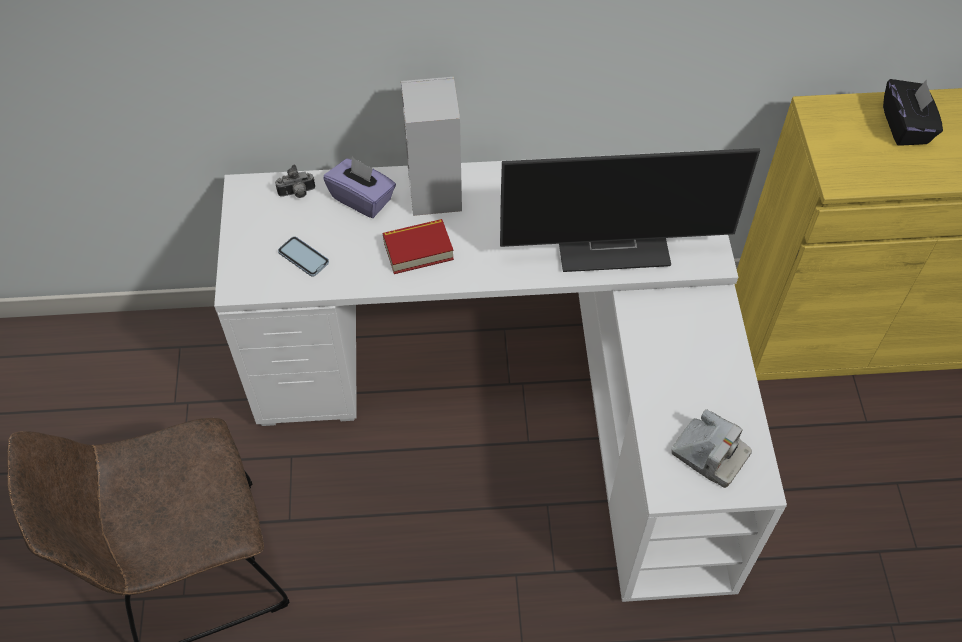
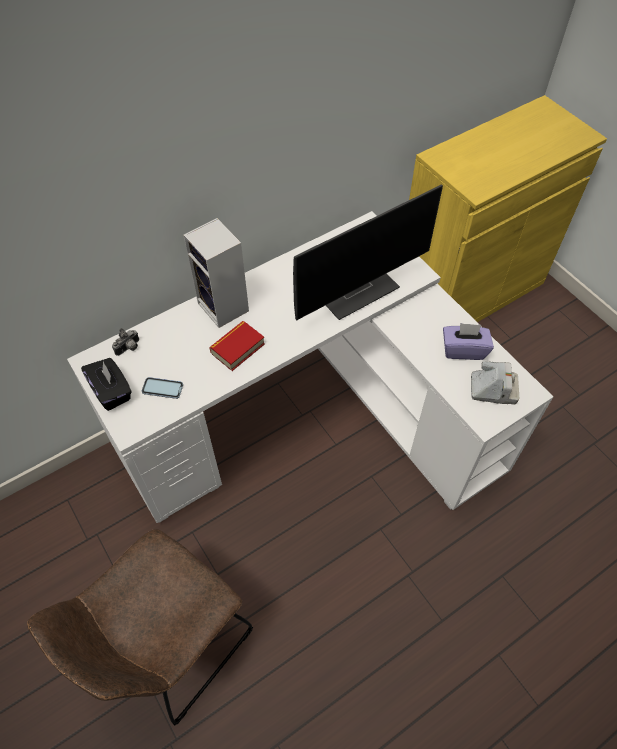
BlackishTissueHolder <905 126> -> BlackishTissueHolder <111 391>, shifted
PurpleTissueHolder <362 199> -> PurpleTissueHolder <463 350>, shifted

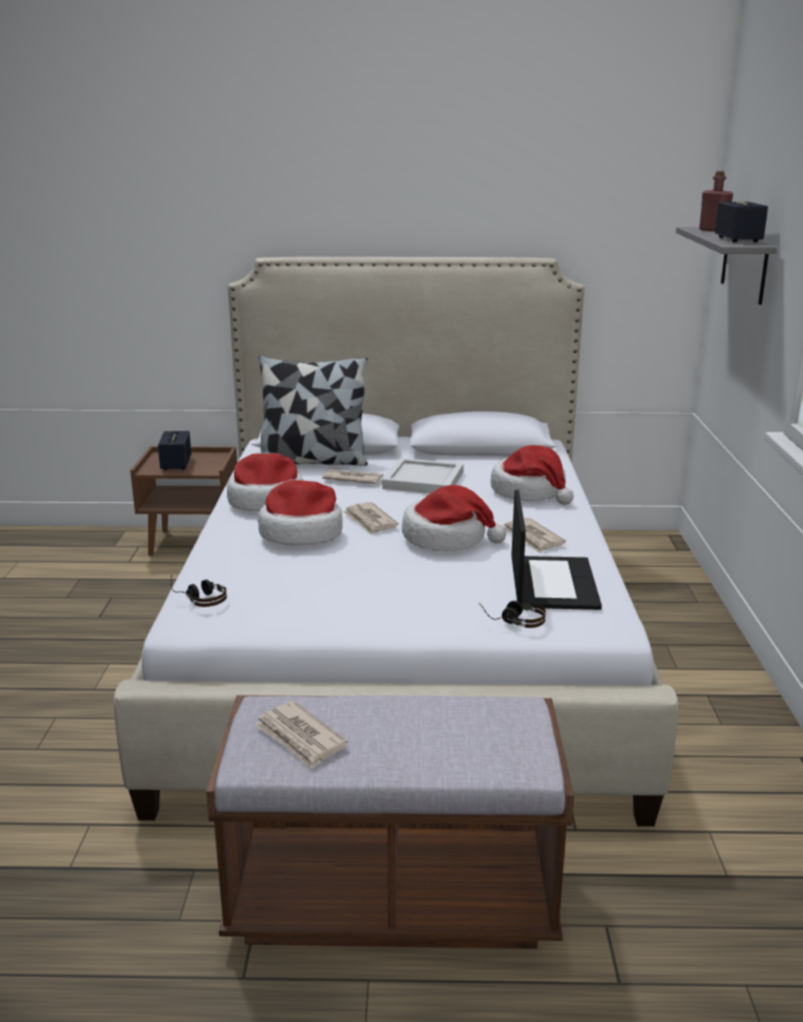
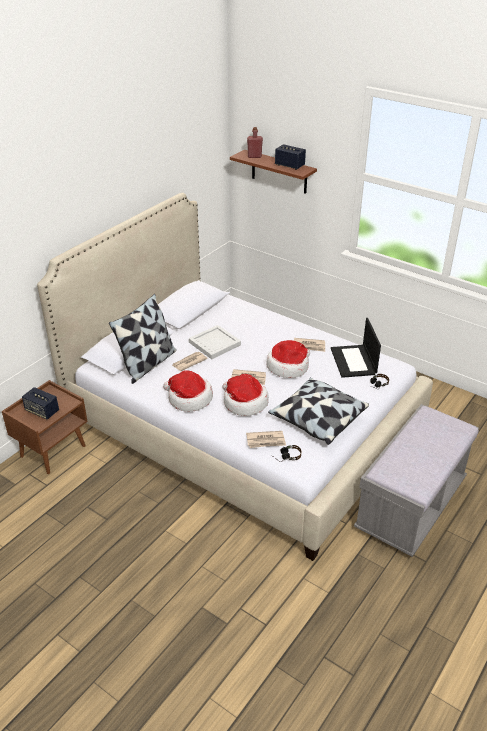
GreyShelf <744 265> -> BrownShelf <279 172>
WearableHat <530 491> -> none
PortableComputer <552 582> -> PortableComputer <354 361>, 135 degrees counterclockwise
BrownLongSeat <392 896> -> GreyLongSeat <410 506>
PrintedPaper <300 738> -> PrintedPaper <266 441>, shifted
none -> ThrowPillow <317 419>

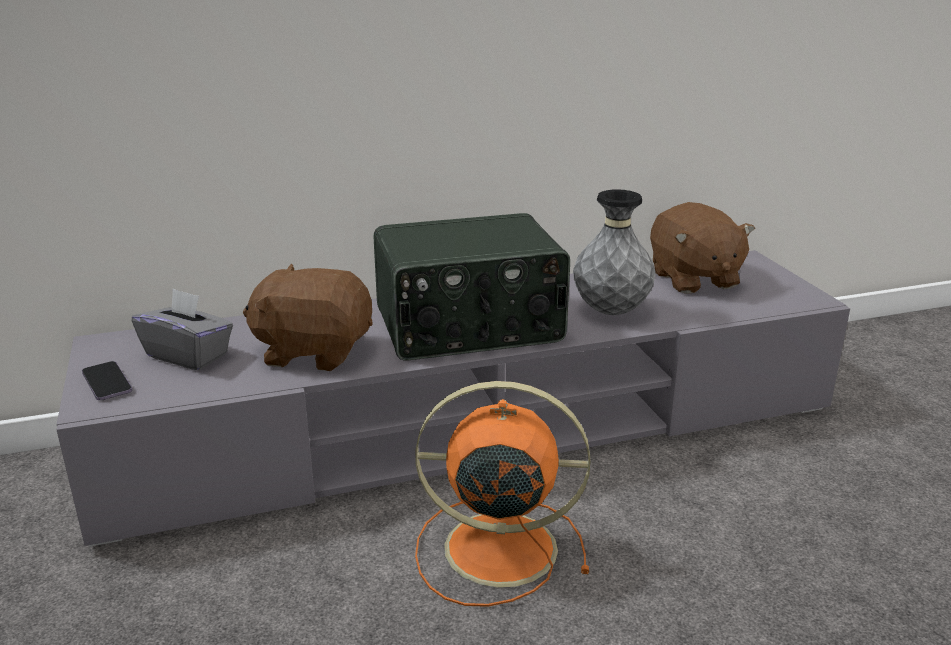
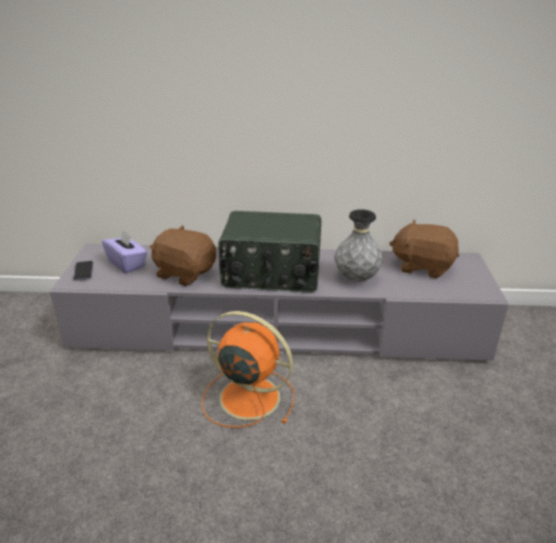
BrownPlushToy <693 279> -> BrownPlushToy <422 266>, 105 degrees clockwise
GreyTissueHolder <188 355> -> PurpleTissueHolder <127 264>

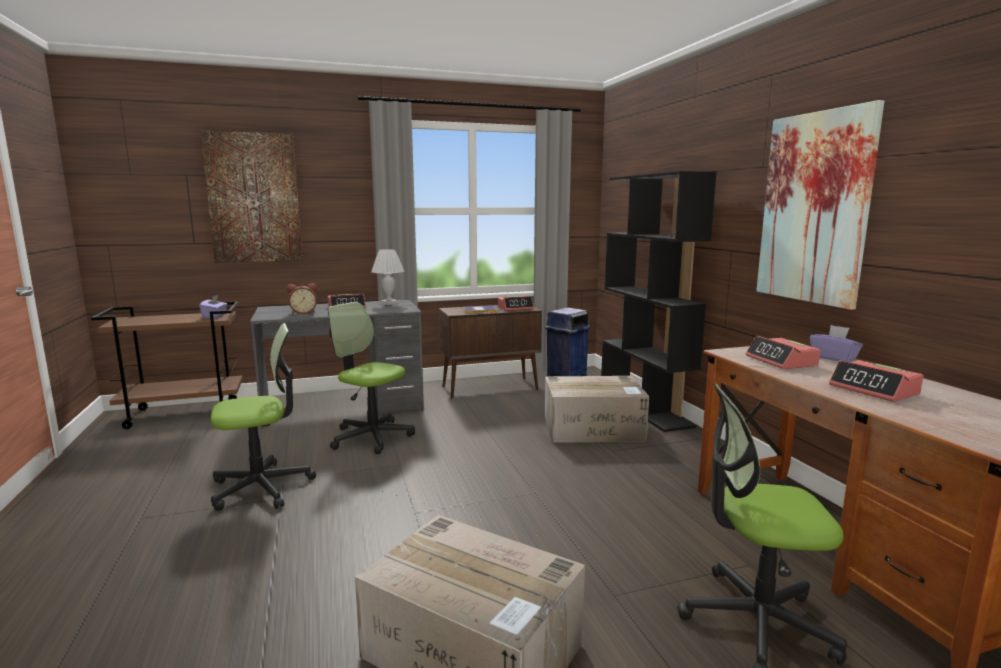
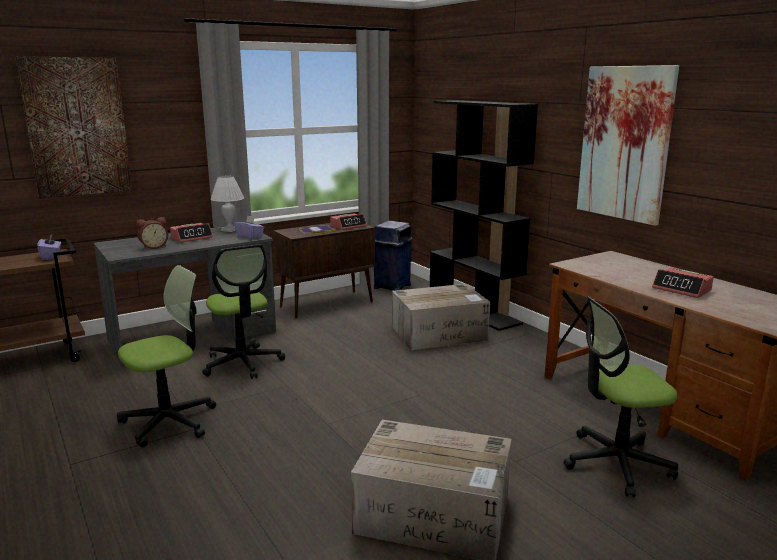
ComputerChair <371 437> -> ComputerChair <242 363>, 135 degrees counterclockwise
PurpleTissueHolder <833 358> -> PurpleTissueHolder <250 236>, shifted
BedsideClock <781 361> -> none

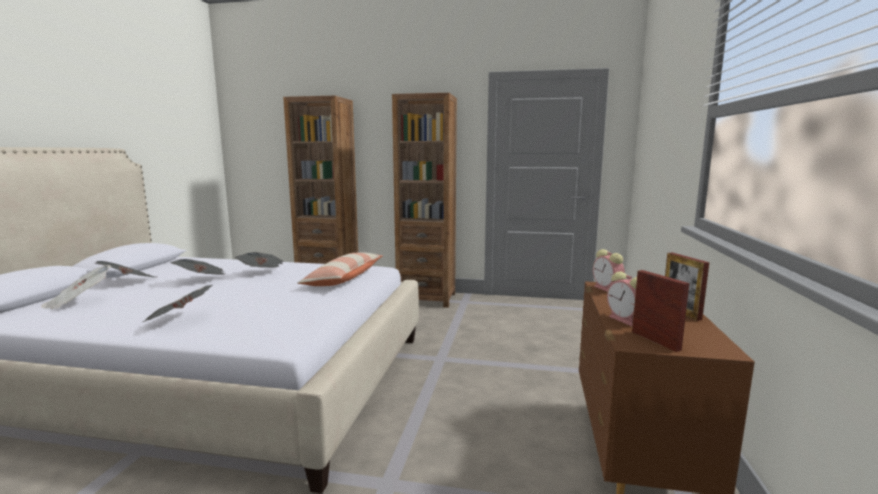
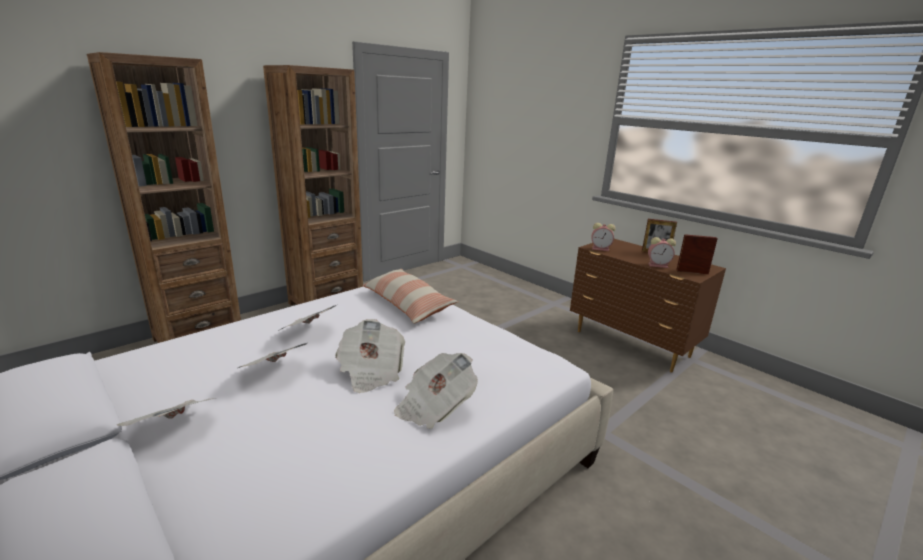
PrintedPaper <79 302> -> PrintedPaper <371 372>, shifted

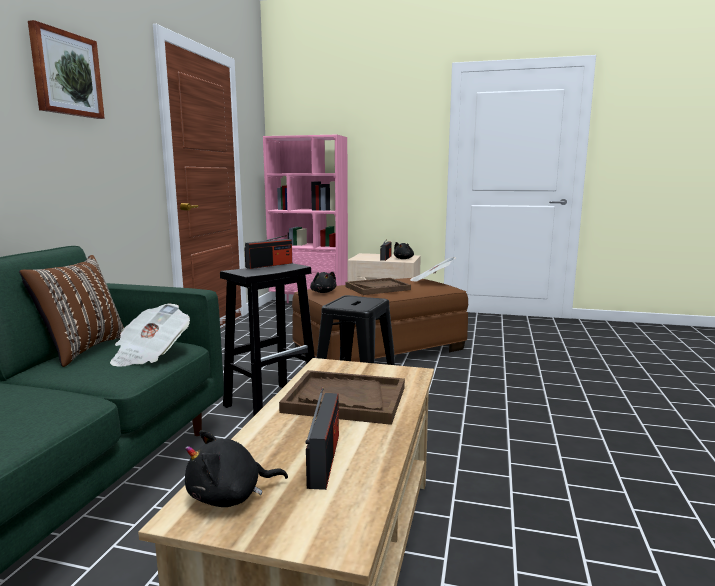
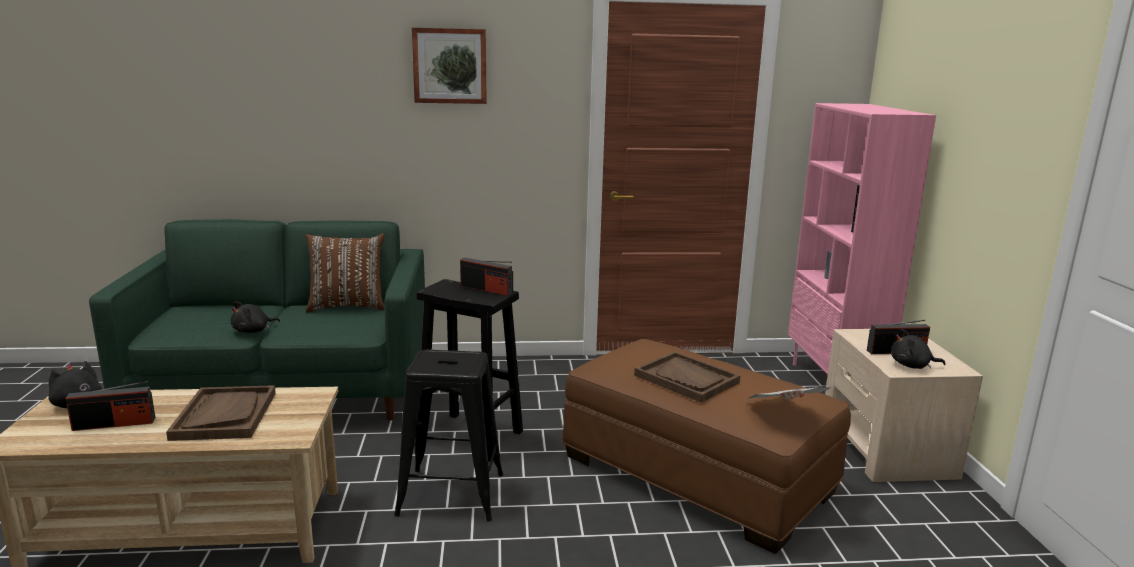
BlackishPlushToy <323 292> -> BlackishPlushToy <253 331>, shifted
PrintedPaper <150 355> -> none

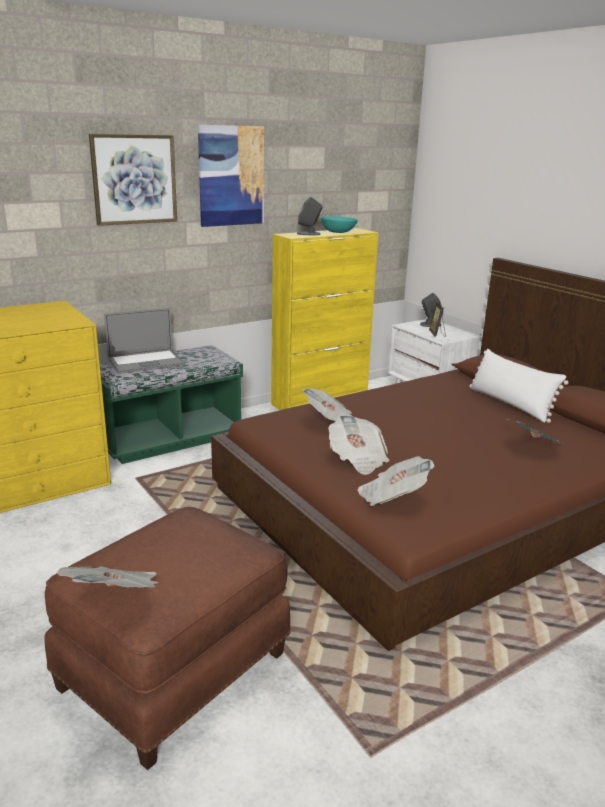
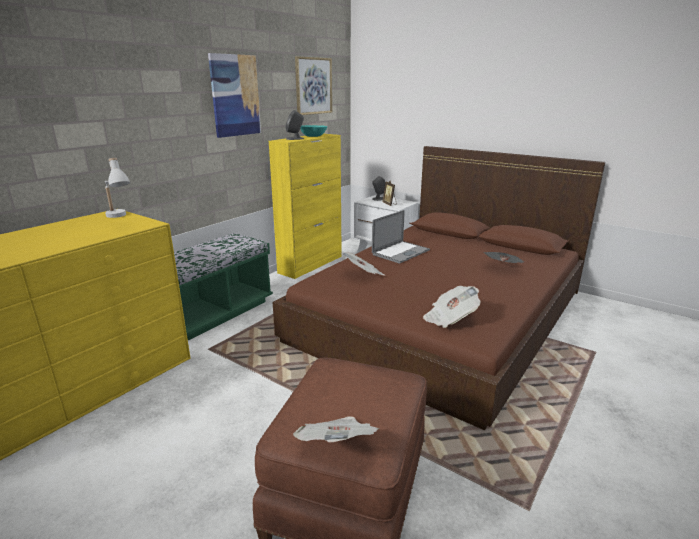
Picture <134 179> -> Picture <313 86>, shifted
PortableComputer <146 362> -> PortableComputer <400 252>, shifted
WhiteColouredThrowPillow <510 404> -> none
PrintedPaper <357 459> -> none
none -> WhiteColouredTableLamp <119 218>

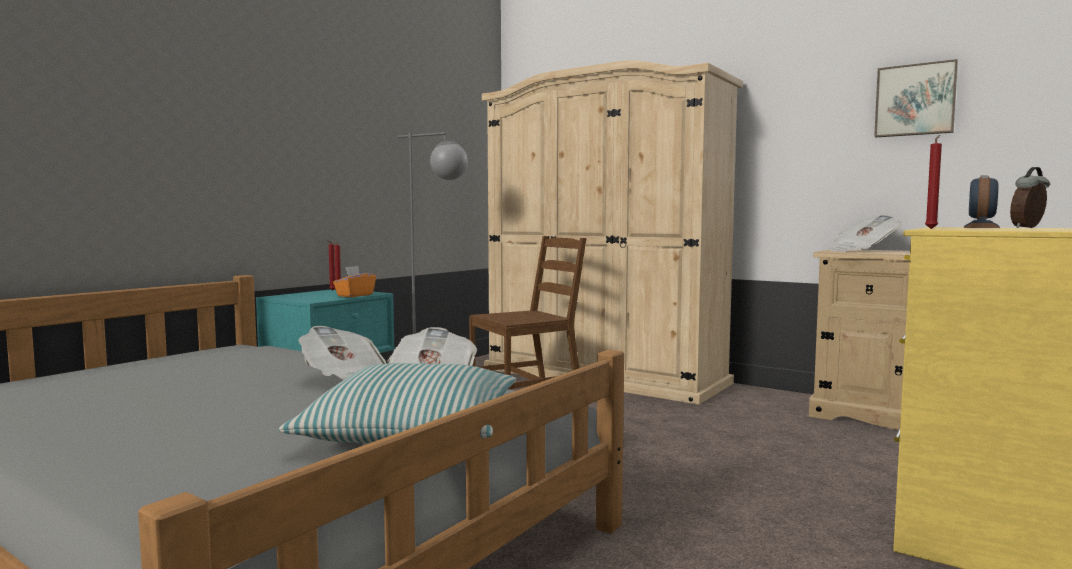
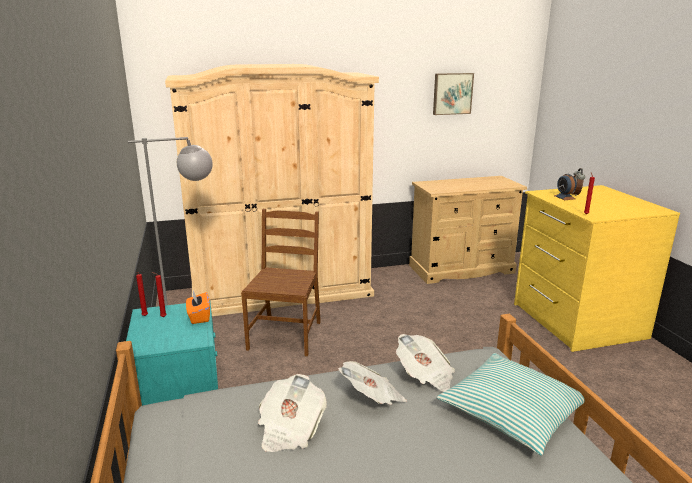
PrintedPaper <862 251> -> PrintedPaper <290 429>, shifted

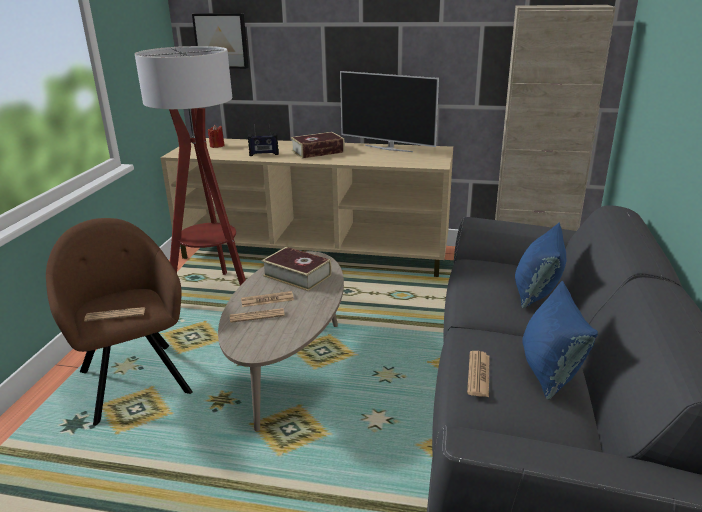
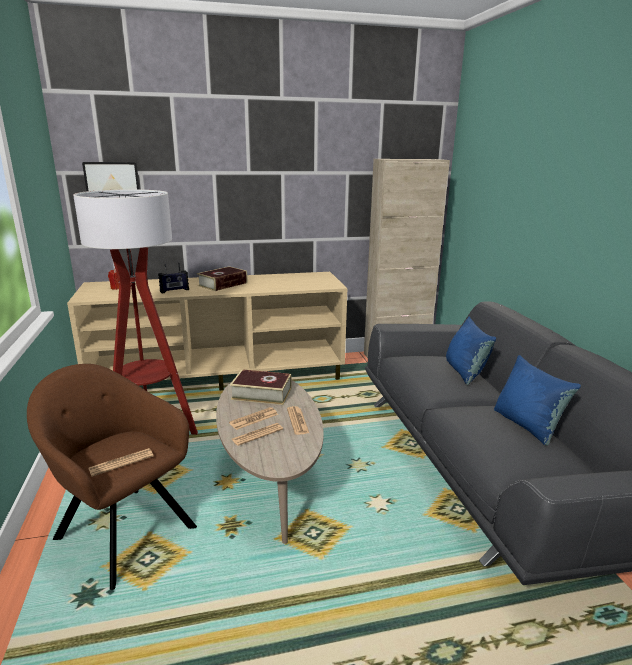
Tv <388 148> -> none
PrintedPaper <478 374> -> PrintedPaper <297 421>, shifted

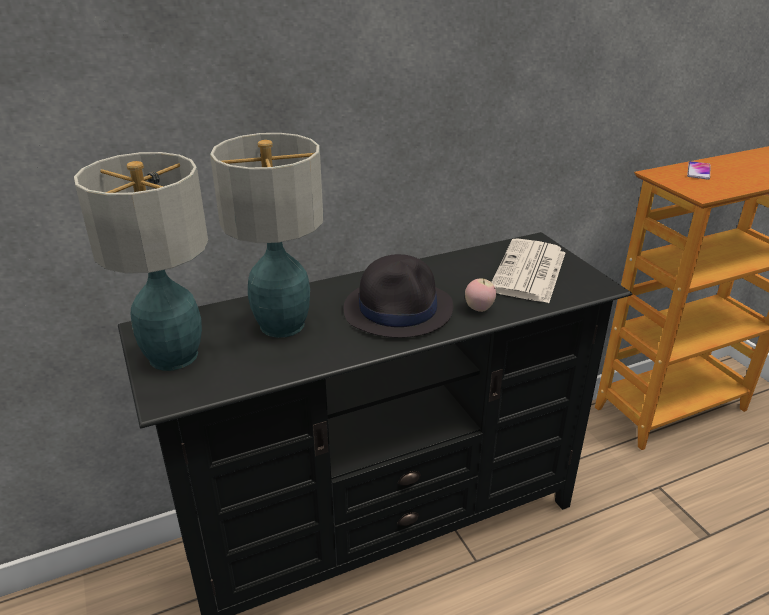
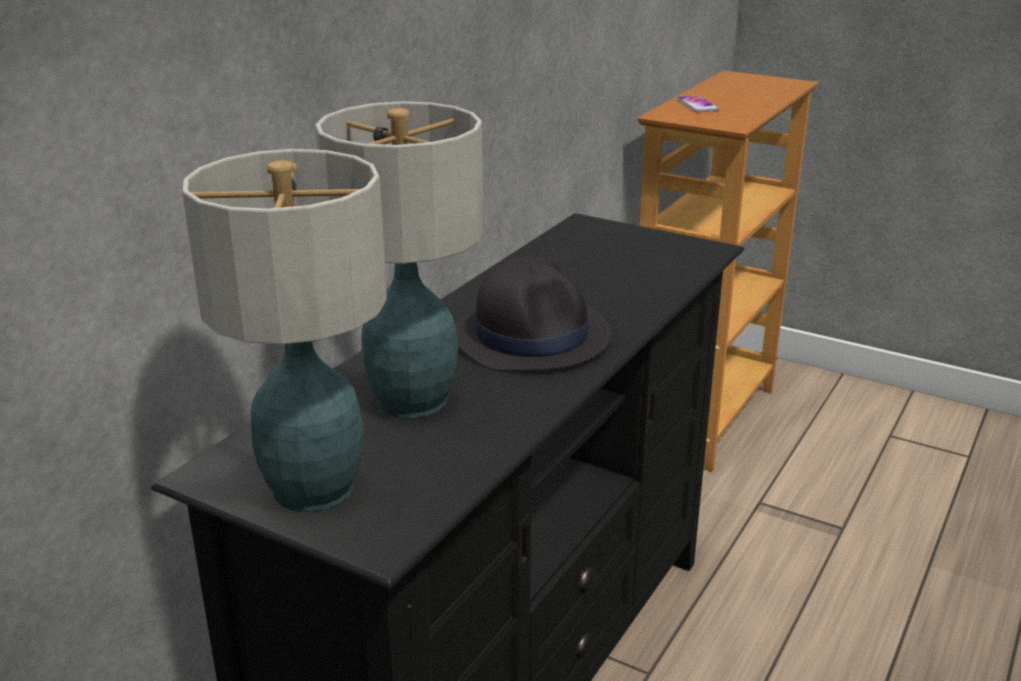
PrintedPaper <529 272> -> none
Apple <479 309> -> none

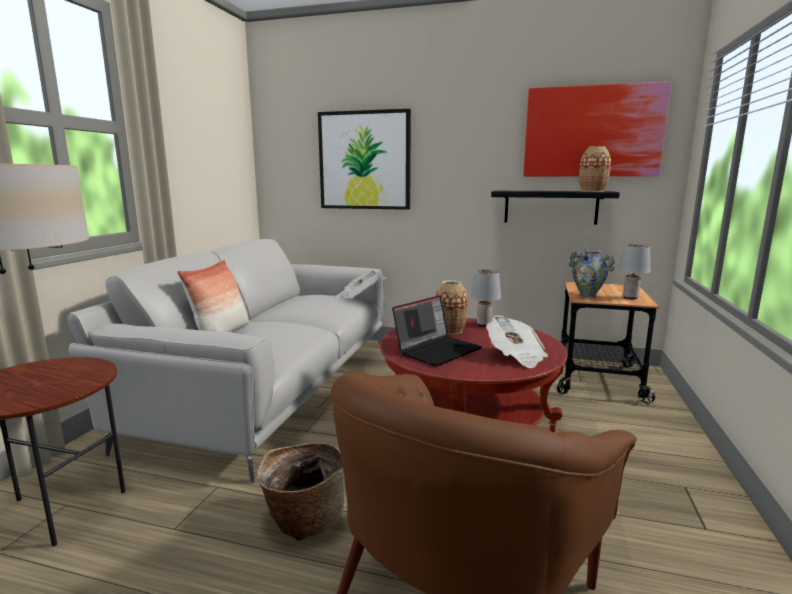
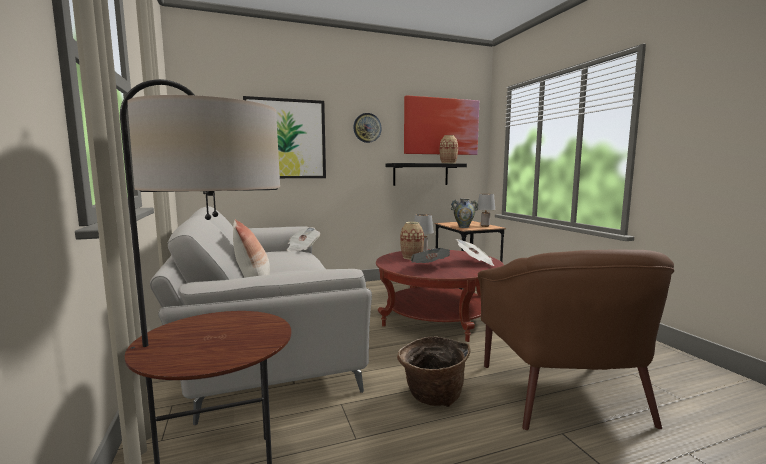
PortableComputer <437 350> -> PrintedPaper <429 267>
none -> ClockOnTheWall <367 128>

